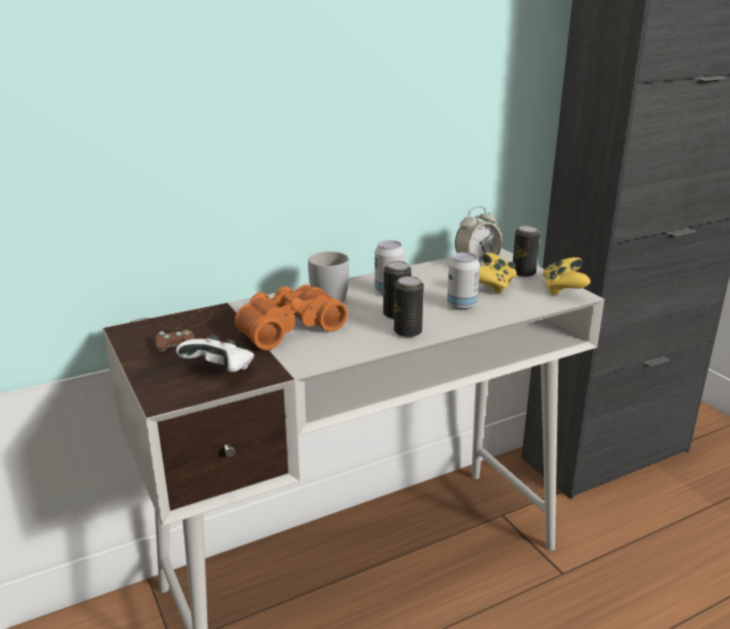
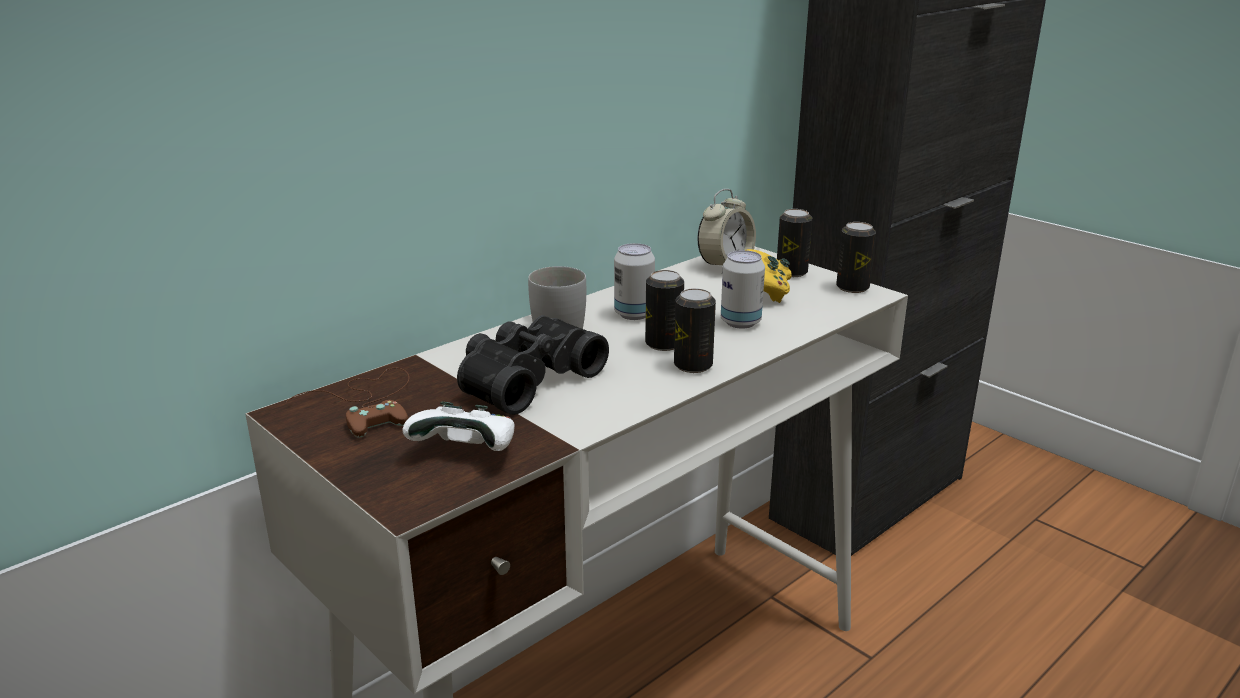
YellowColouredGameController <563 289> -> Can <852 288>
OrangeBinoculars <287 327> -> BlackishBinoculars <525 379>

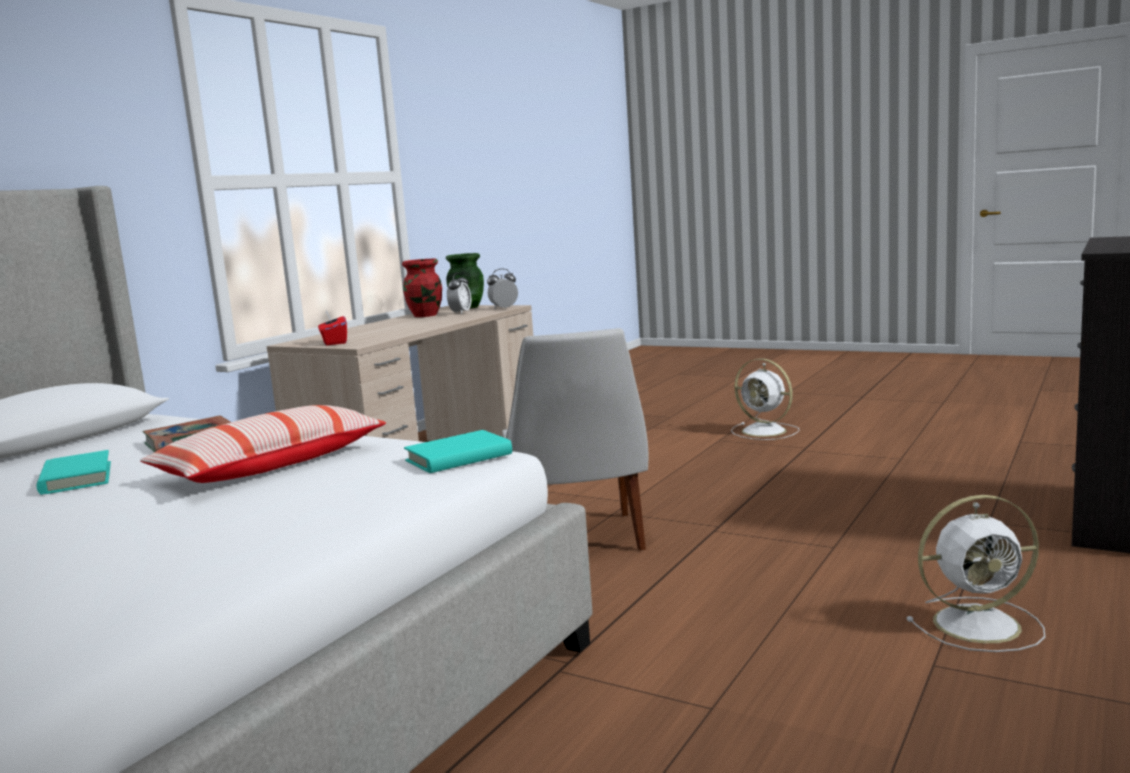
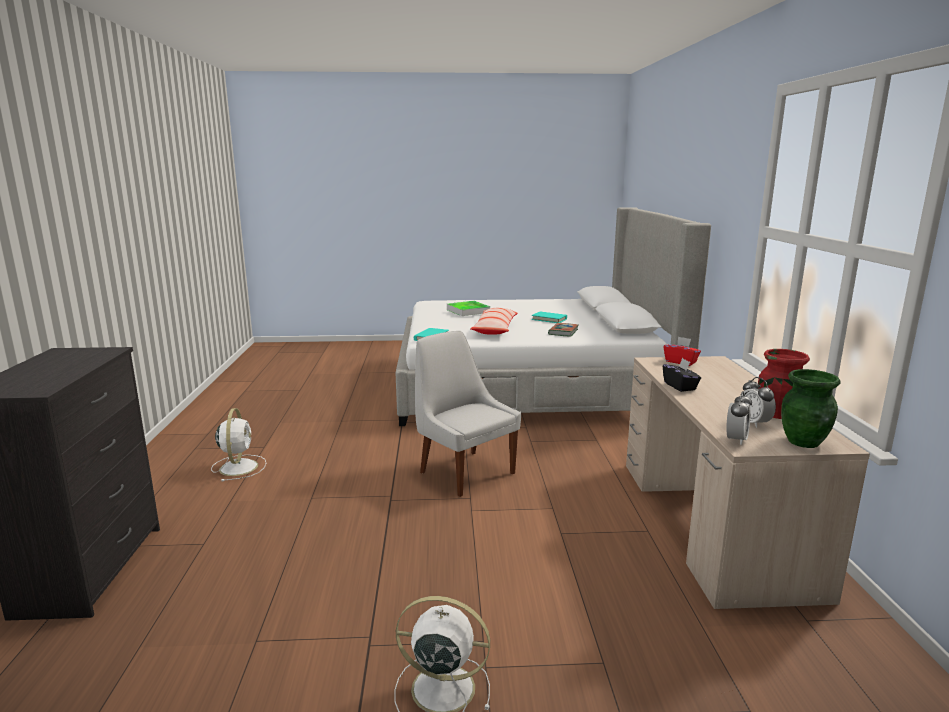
WhiteColouredFan <980 624> -> WhiteColouredFan <239 467>, 120 degrees clockwise
none -> CarryingTray <468 311>
none -> BlackishTissueHolder <680 386>

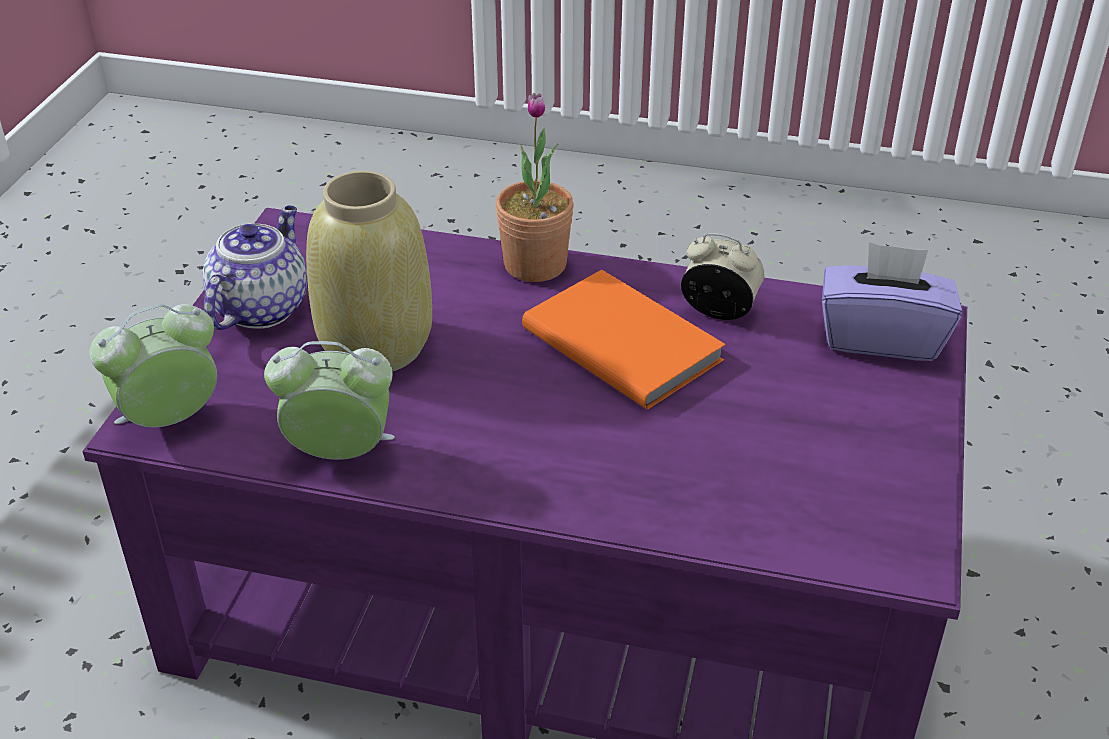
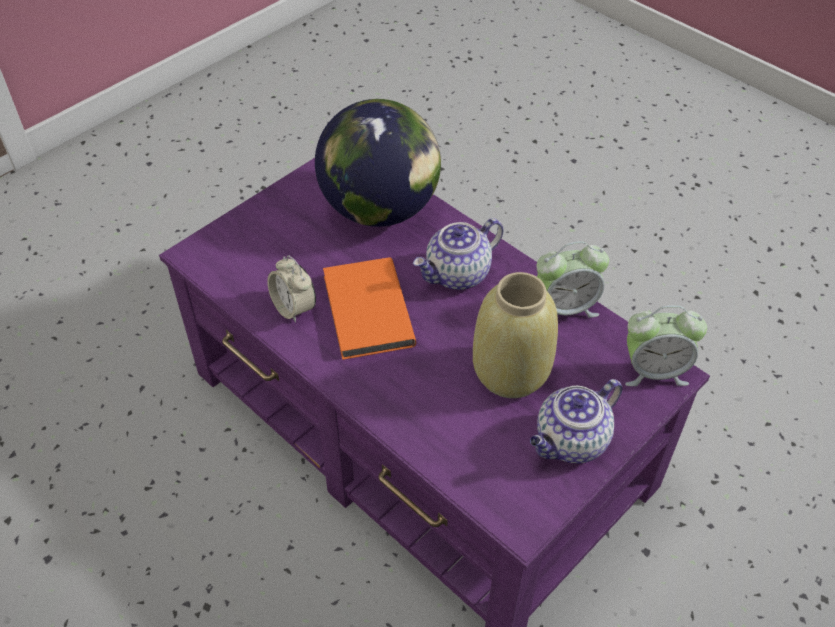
Houseplant <535 265> -> none
PurpleTissueHolder <881 337> -> none
BedsideClock <340 454> -> BedsideClock <565 308>, 45 degrees counterclockwise
none -> WorldGlobe <380 209>
none -> Teapot <458 275>

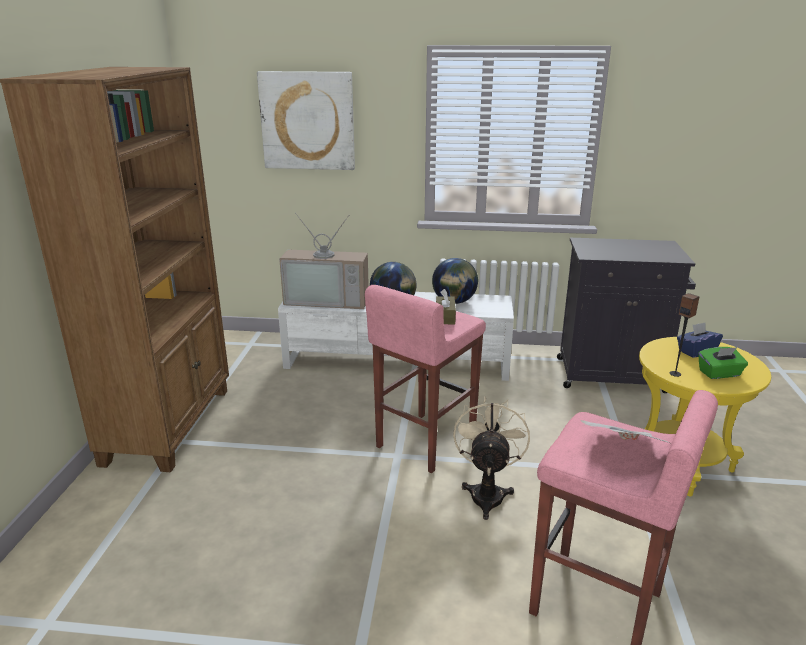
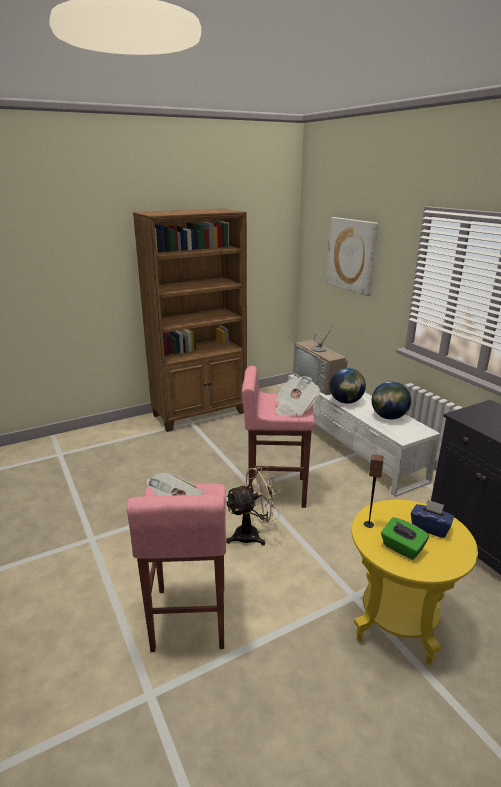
BrownTissueHolder <445 317> -> PrintedPaper <295 407>

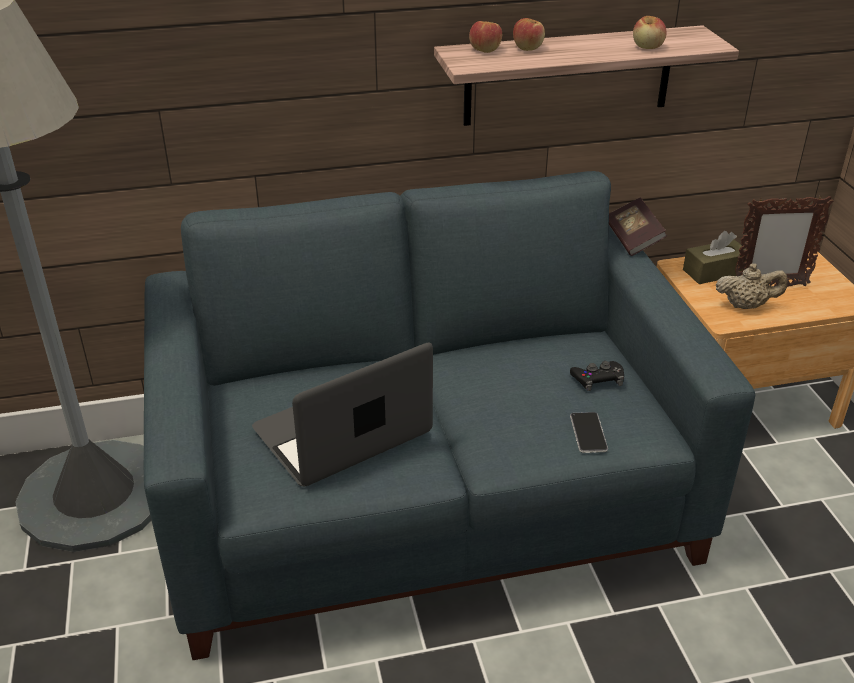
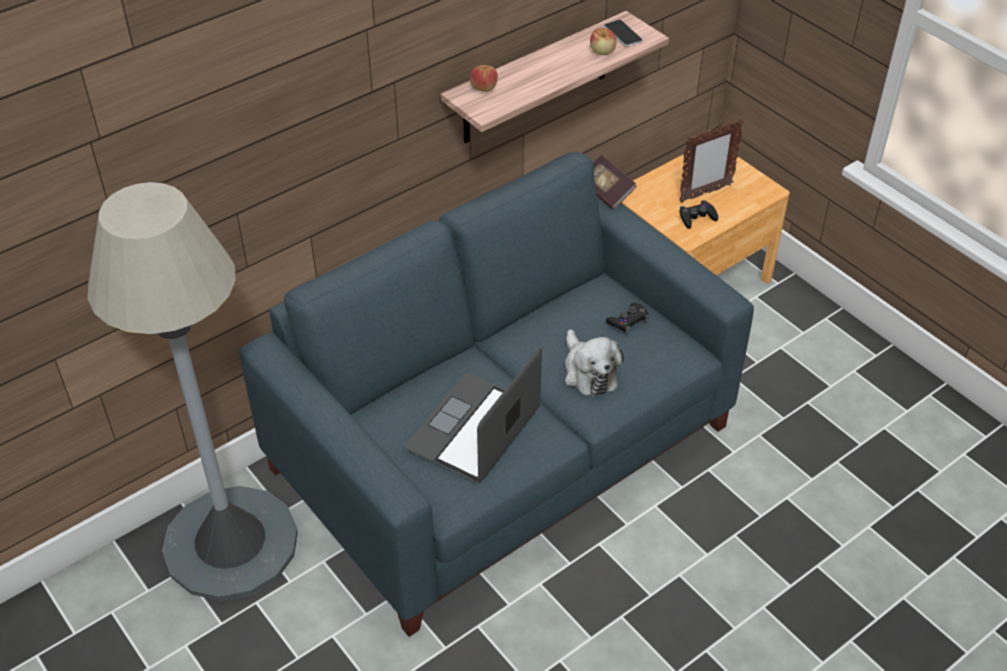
Apple <527 48> -> none
BrownTissueHolder <714 272> -> none
BeigeTeapot <746 305> -> BlackishGameController <697 217>
Handset <588 433> -> Handset <623 34>, shifted
none -> PlushToy <589 372>

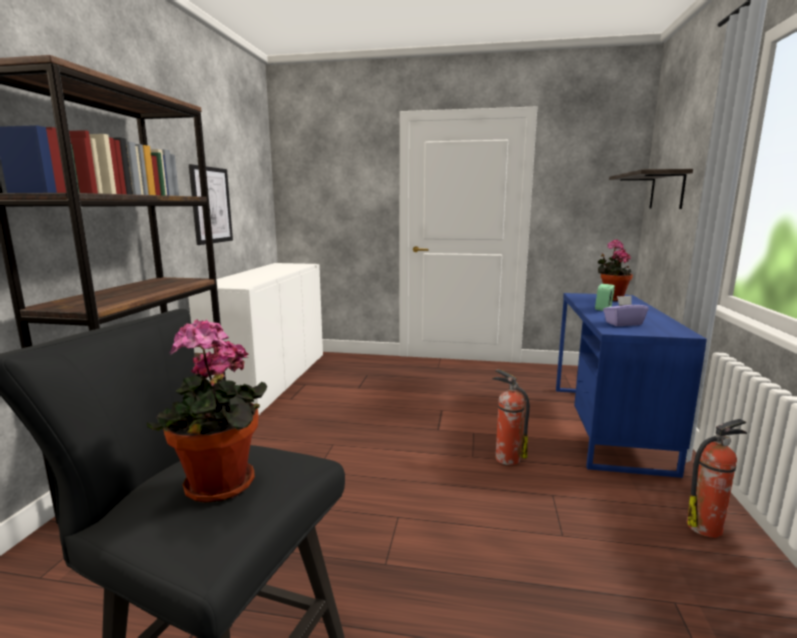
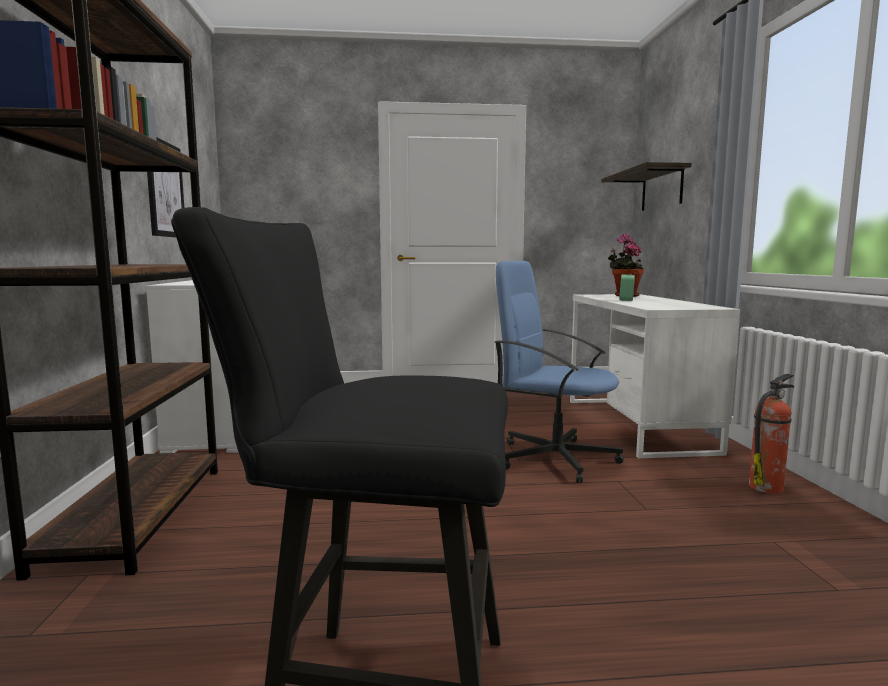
BlueColouredDesk <606 425> -> WhiteColouredDesk <635 424>
PurpleTissueHolder <623 323> -> none
Houseplant <219 489> -> none
FireFightingCylinder <506 458> -> BlueColouredComputerChair <554 458>

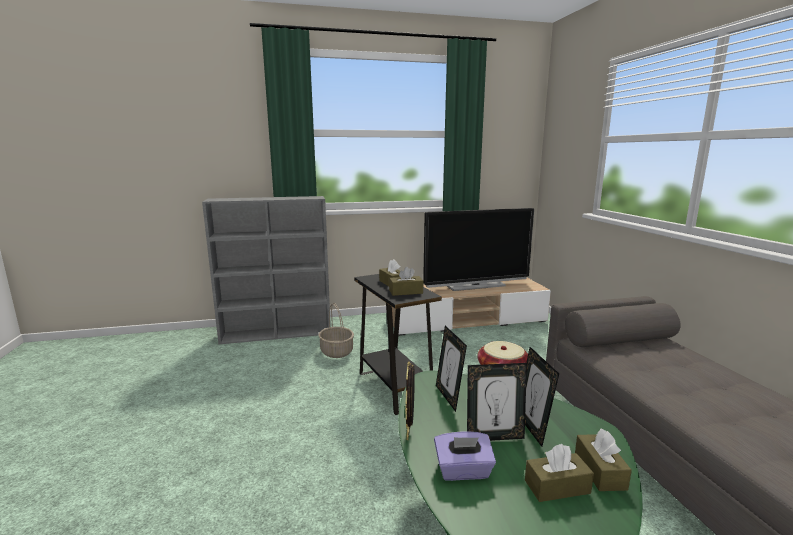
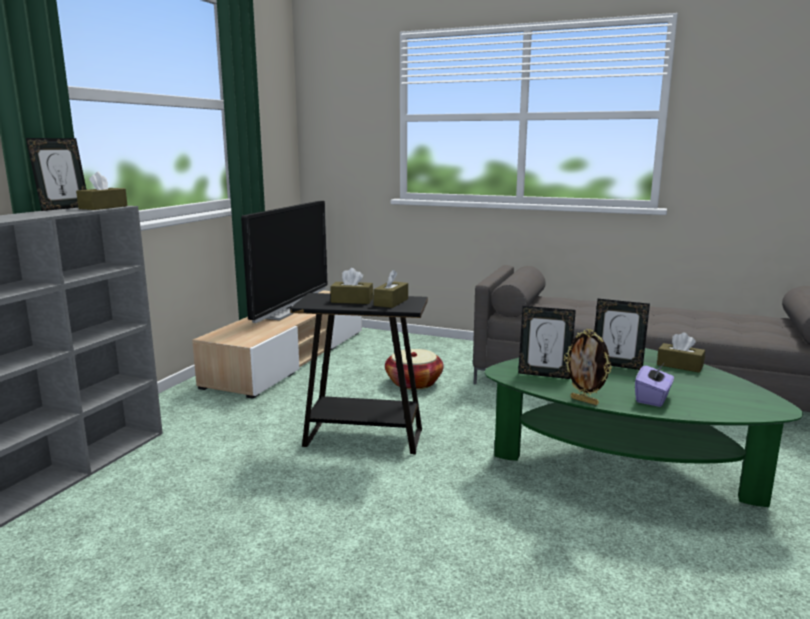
StorageBasket <337 352> -> none
StandingFrame <494 437> -> StandingFrame <64 208>, shifted
BrownTissueHolder <557 487> -> BrownTissueHolder <103 207>, shifted

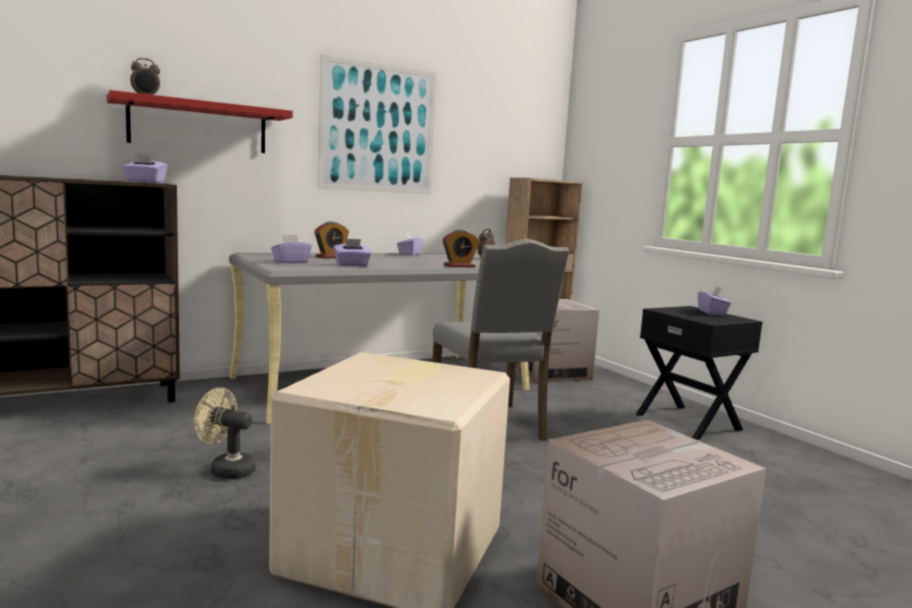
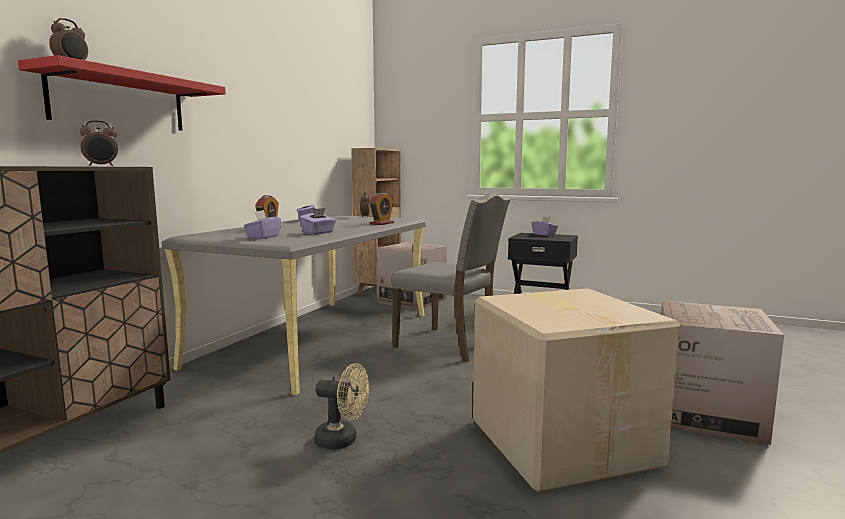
Picture <378 128> -> none
PurpleTissueHolder <145 182> -> BedsideClock <101 166>
BeigeFan <226 469> -> BeigeFan <343 440>, 150 degrees counterclockwise

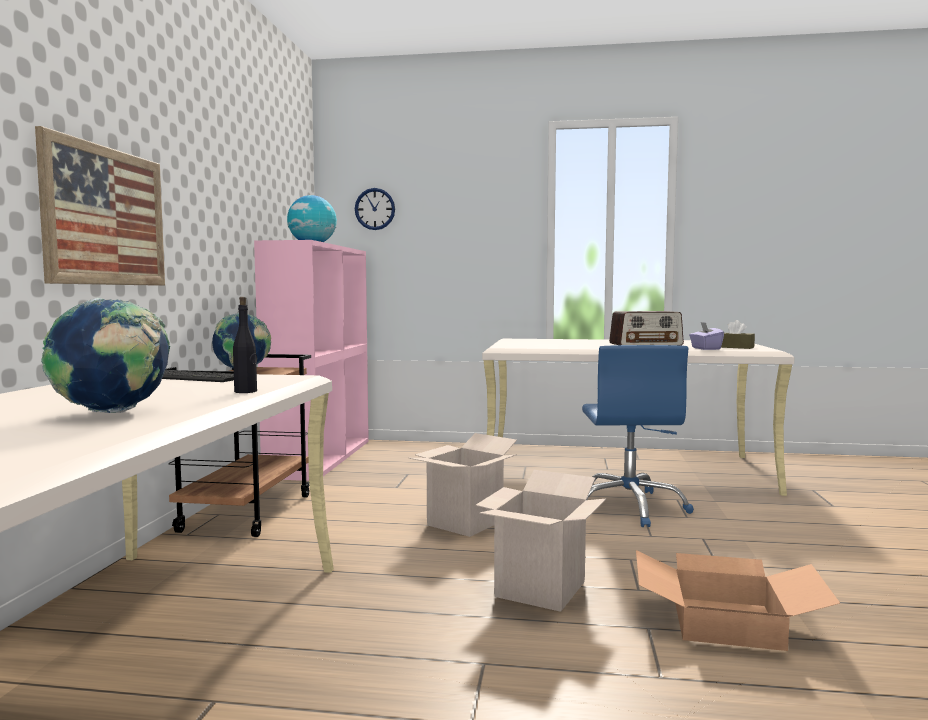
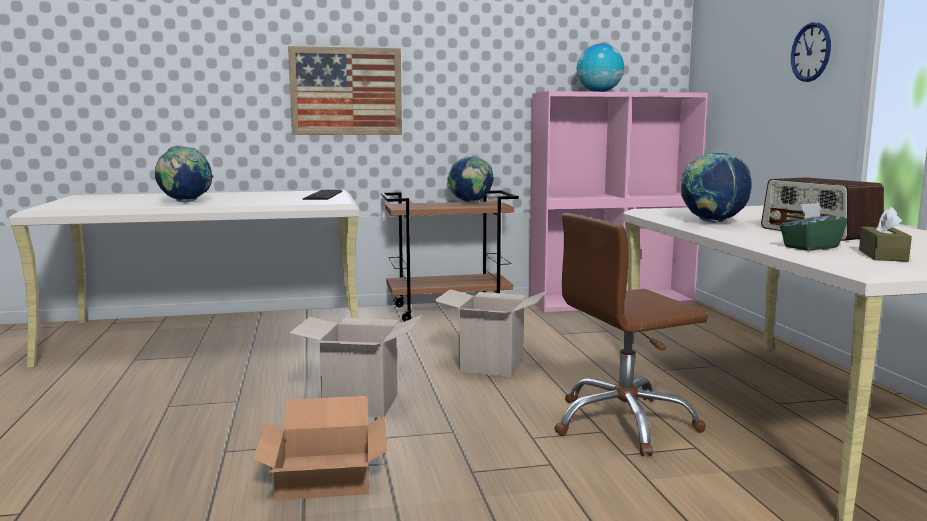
ClockOnTheWall <375 209> -> ClockOnTheWall <811 52>, shifted
BlackishBottle <246 391> -> none
PurpleTissueHolder <705 348> -> GreenTissueHolder <810 247>
BlueColouredComputerChair <629 507> -> BrownComputerChair <624 423>
none -> WorldGlobe <712 222>

